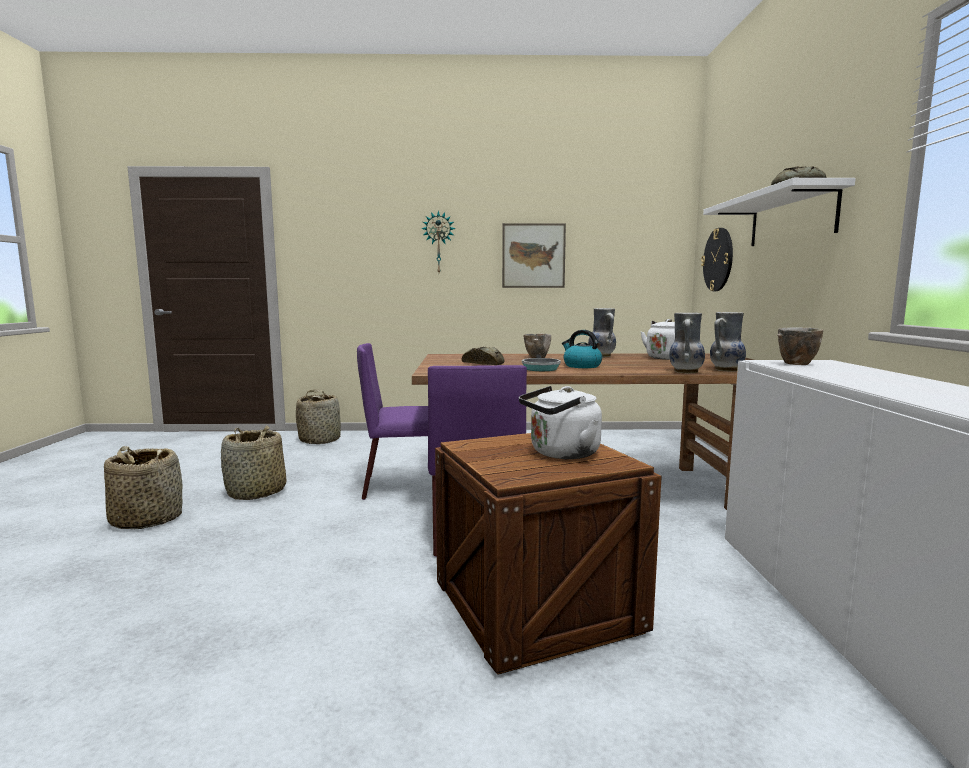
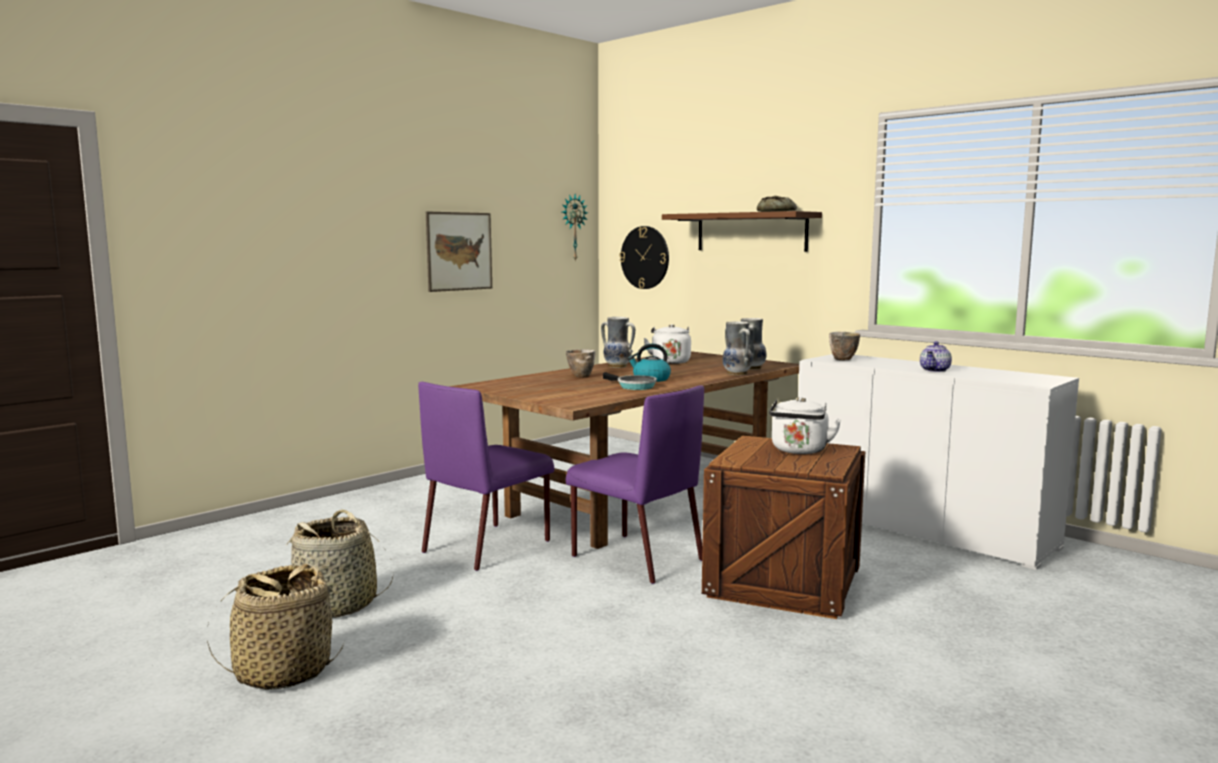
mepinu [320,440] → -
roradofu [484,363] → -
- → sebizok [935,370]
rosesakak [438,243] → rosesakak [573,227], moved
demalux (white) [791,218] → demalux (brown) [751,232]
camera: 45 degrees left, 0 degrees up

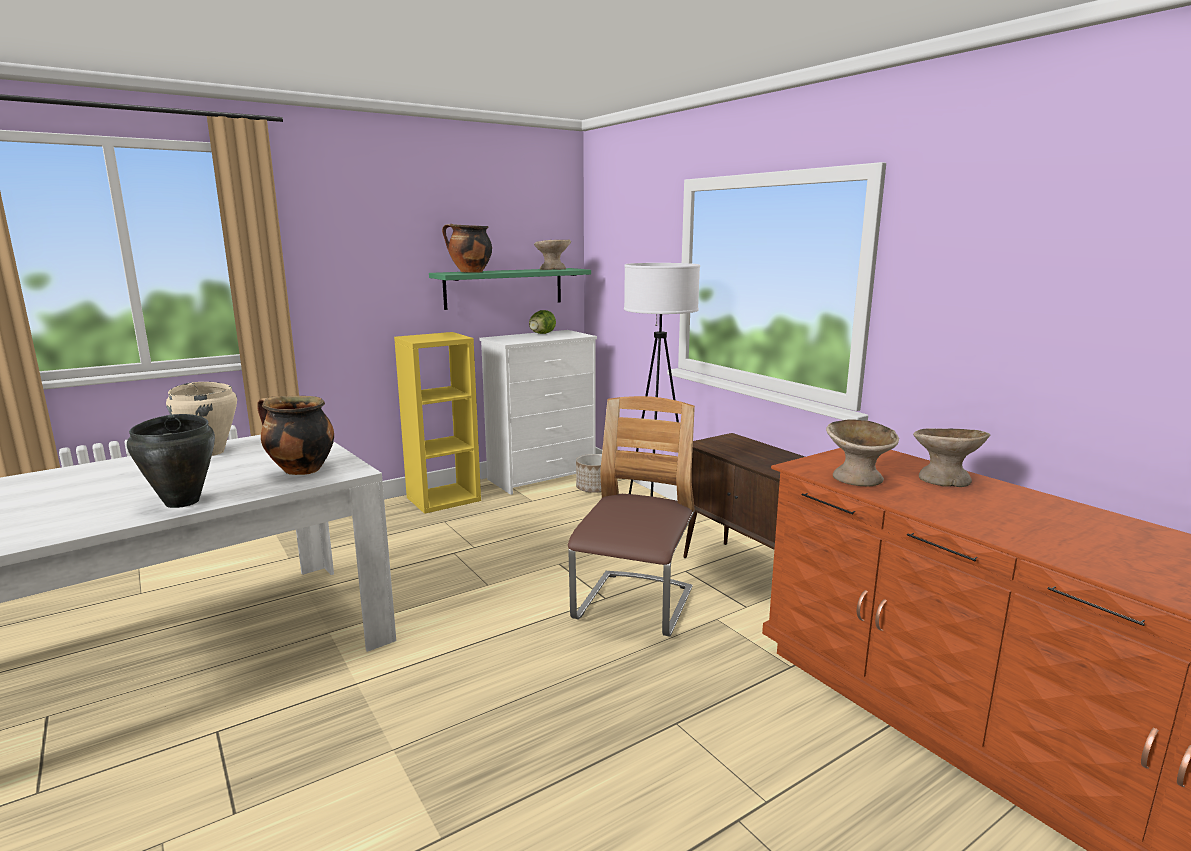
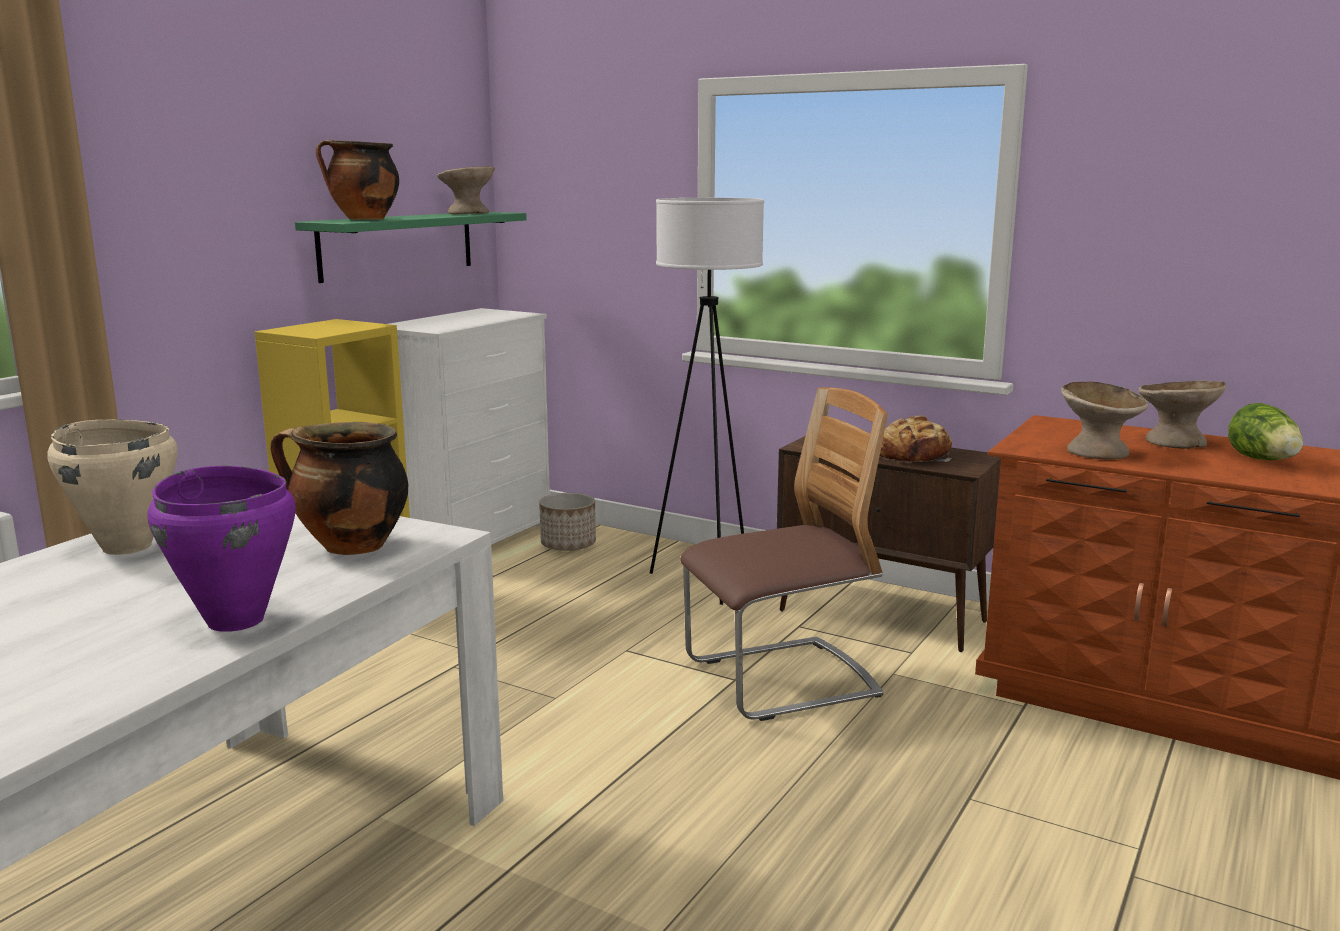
- → roradofu [914,456]
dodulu [541,334] → dodulu [1264,460], moved
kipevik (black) [183,502] → kipevik (purple) [236,620]
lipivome [634,606] → lipivome [781,680], 75 degrees clockwise
camera: 25 degrees left, 0 degrees up

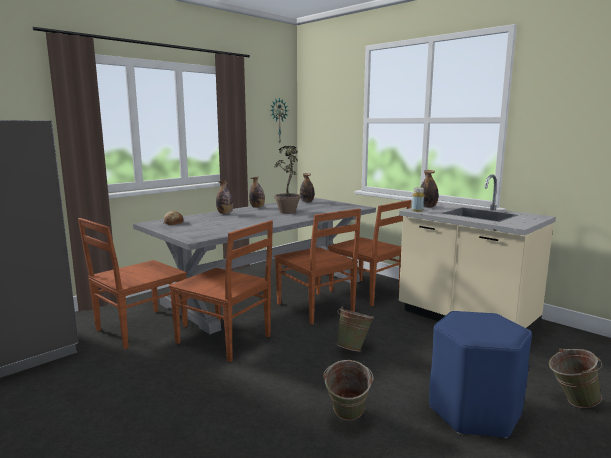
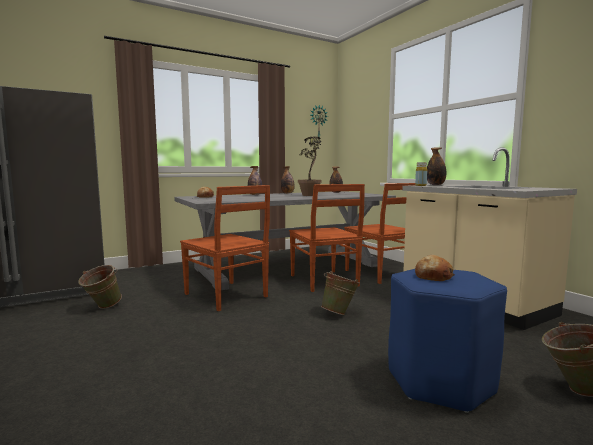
lipivome (brown) [139,329] → -
- → roradofu [433,276]
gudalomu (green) [347,419] → gudalomu (green) [102,307], moved
camera: 15 degrees right, 5 degrees down

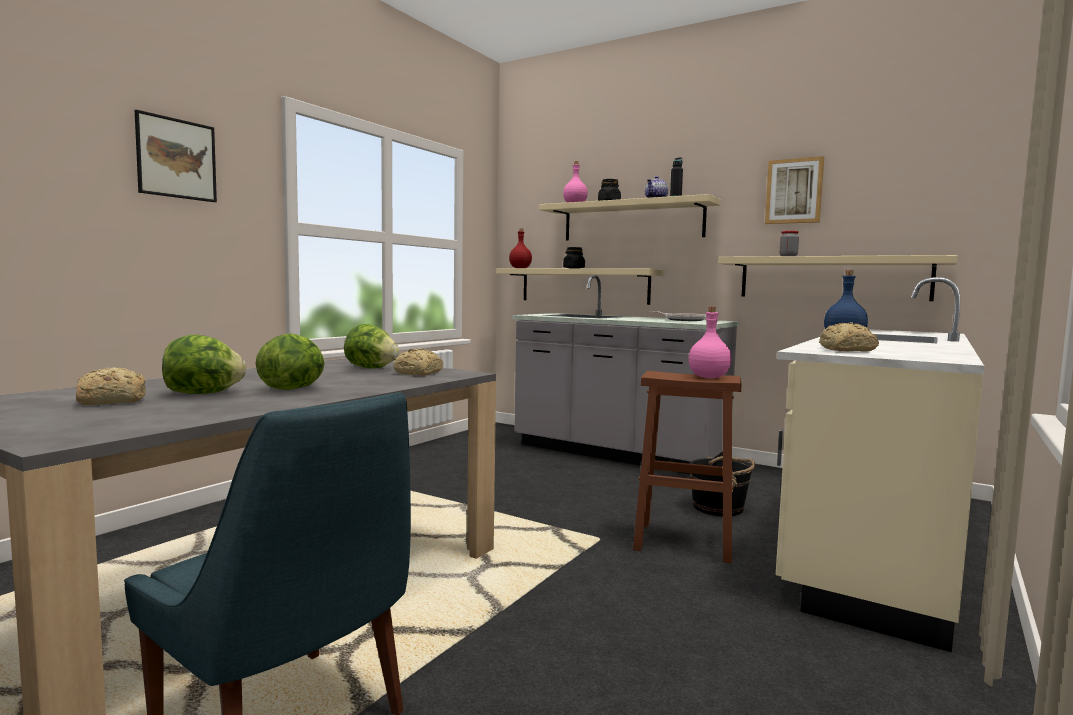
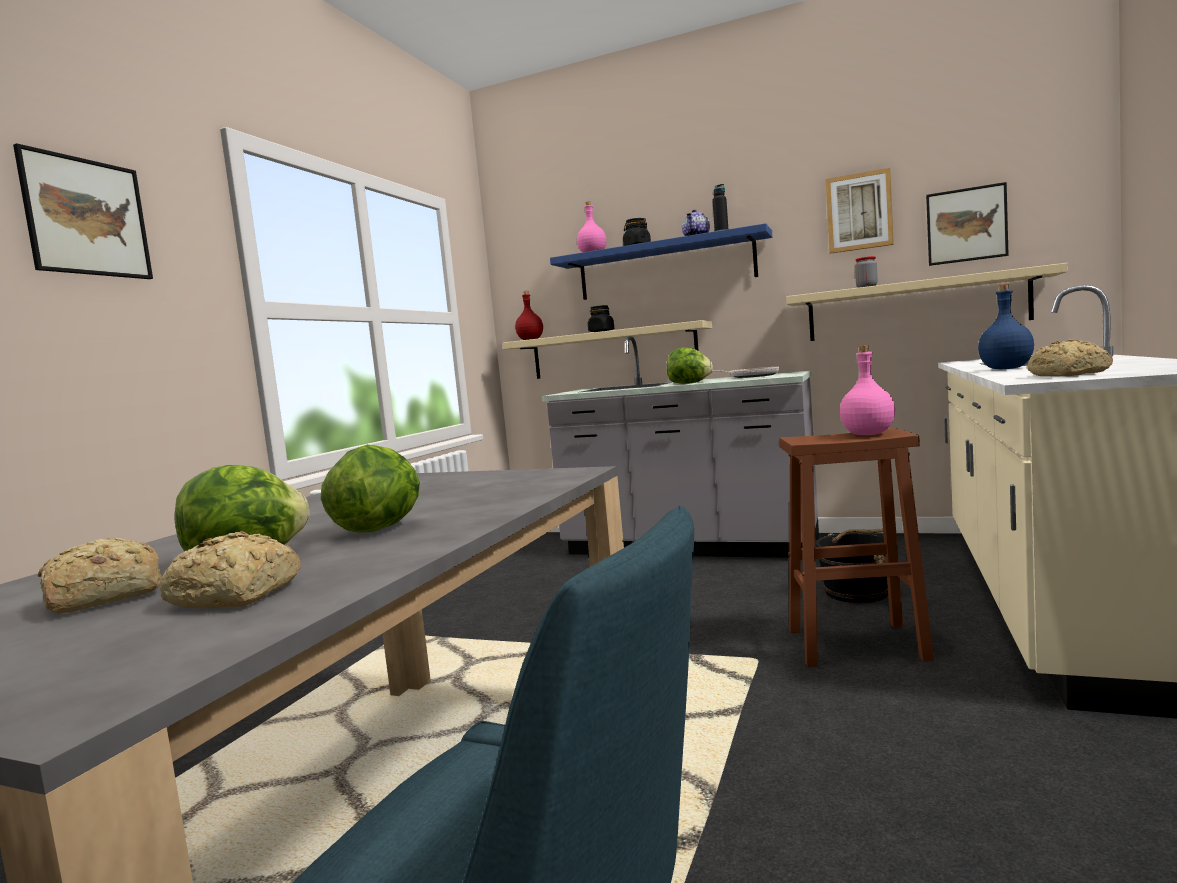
- → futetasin [966,225]
dodulu [371,368] → dodulu [689,383], moved
roradofu [419,373] → roradofu [237,596], moved
demalux (beige) [632,221] → demalux (blue) [665,267]
camera: 10 degrees left, 0 degrees up

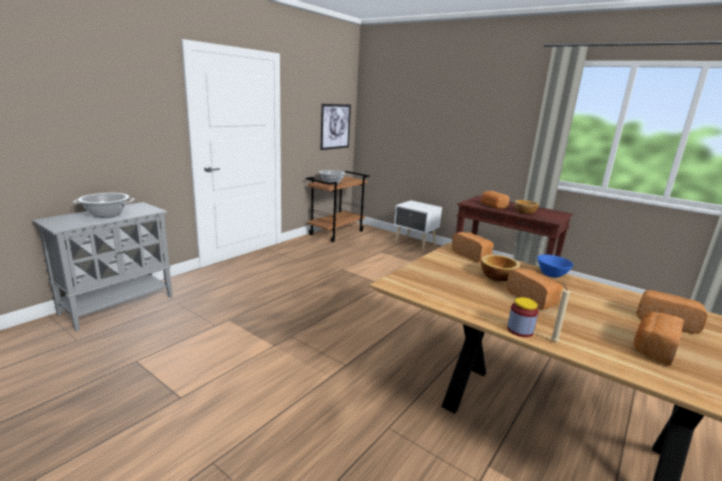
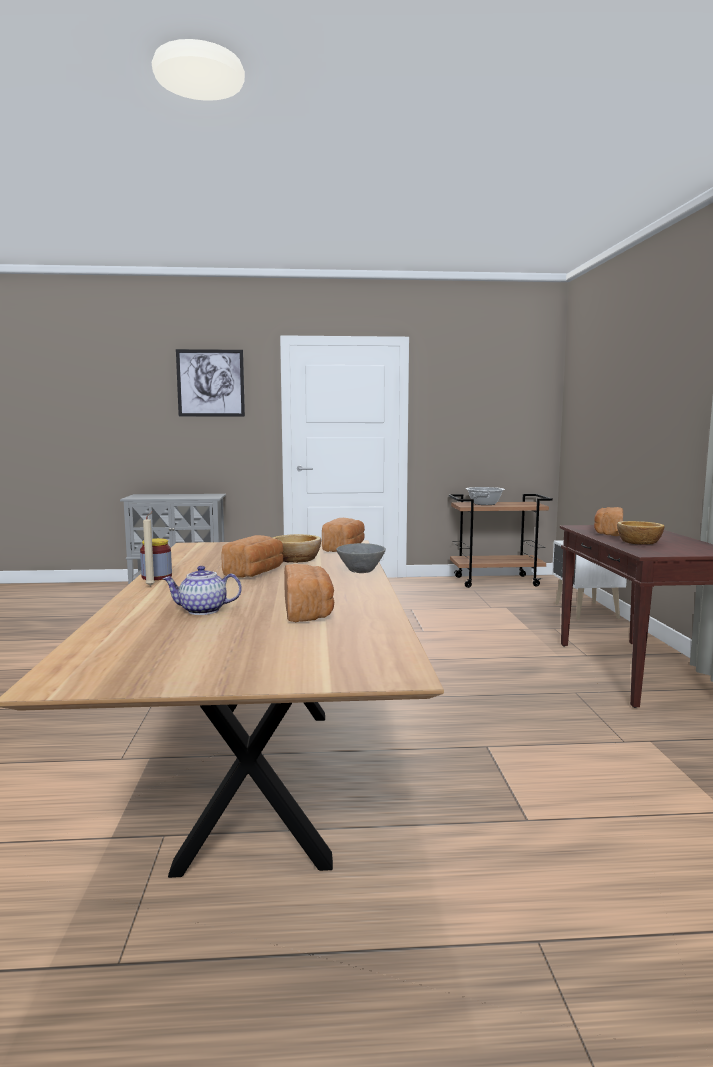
kipevik [106,214] → -
futetasin [335,126] → futetasin [210,383], moved
roradofu [653,348] → sebizok [202,611]
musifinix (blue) [551,275] → musifinix (grey) [359,571]
camera: 50 degrees right, 10 degrees down

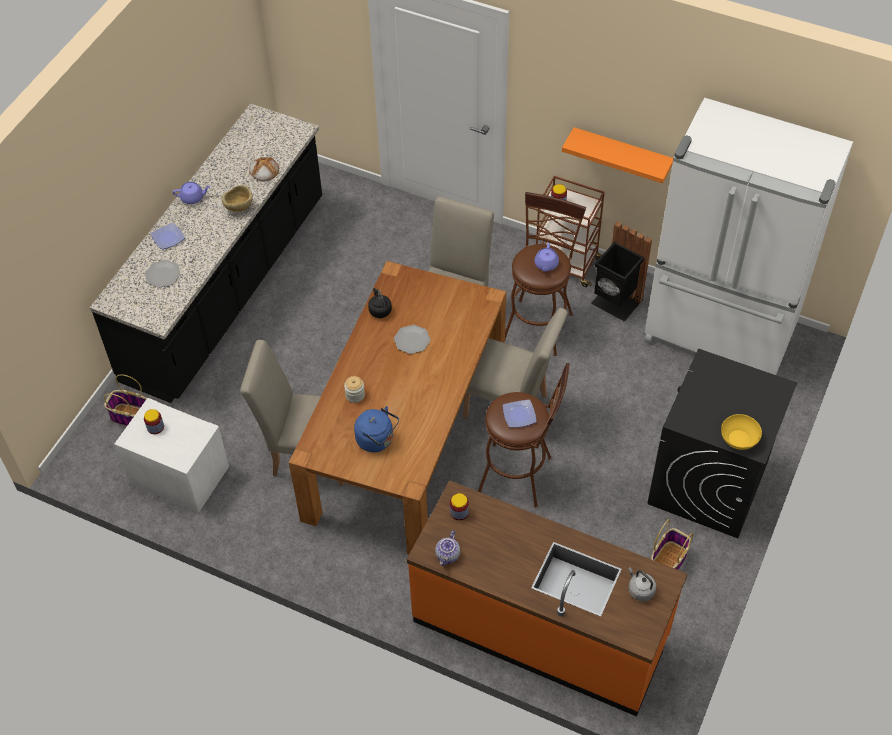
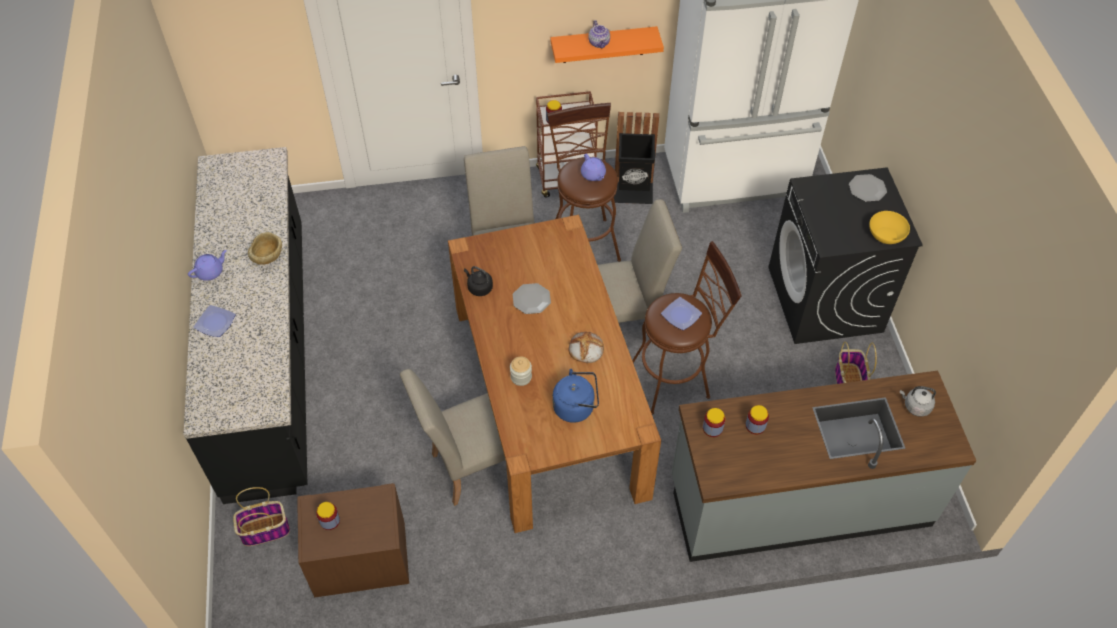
- → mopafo [755,425]
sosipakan [163,274] → sosipakan [867,189], moved
roradofu [264,171] → roradofu [585,349], moved
sebizok [448,555] → sebizok [599,43], moved
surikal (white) [178,474] → surikal (brown) [359,558]
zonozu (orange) [540,629] → zonozu (grey) [798,501]
camera: 35 degrees left, 0 degrees up

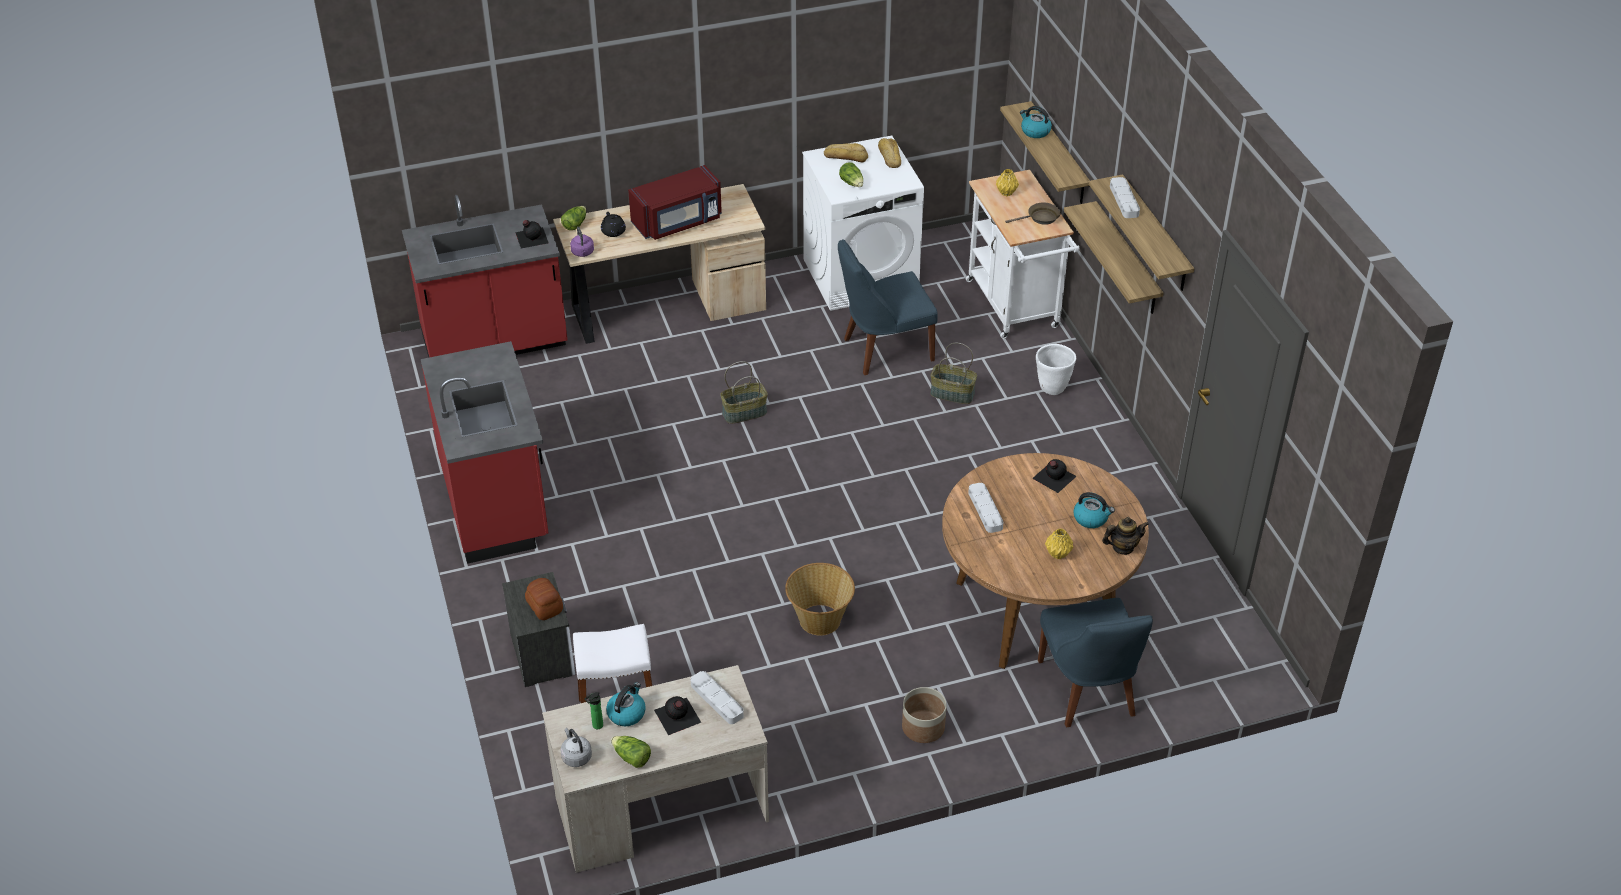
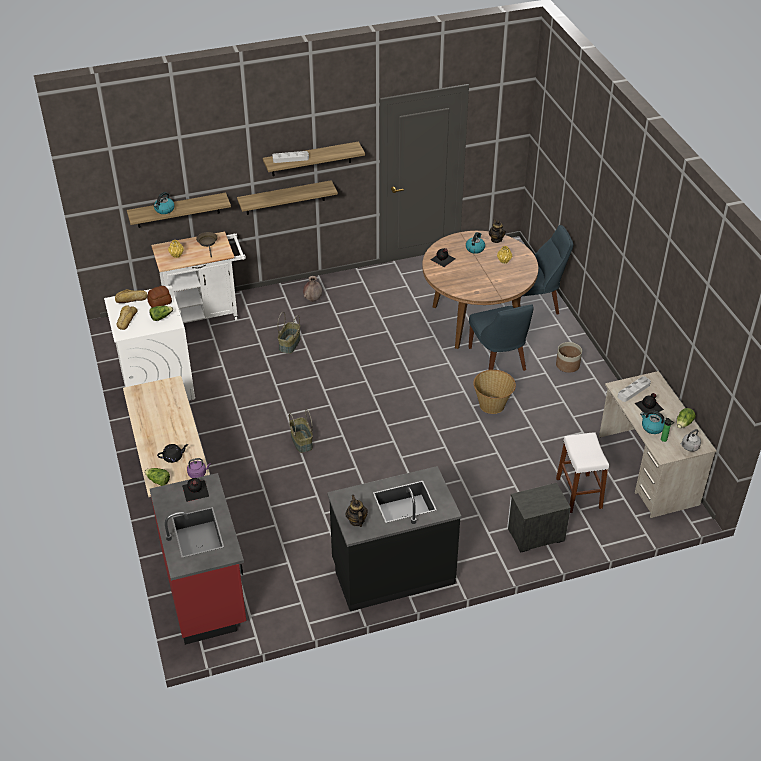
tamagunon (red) [678,222] → -
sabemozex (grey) [985,510] → -
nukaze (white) [1052,388] → -
- → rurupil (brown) [313,299]
- → sebizok [356,520]
roradofu [544,607] → roradofu [160,302], moved
lipivome (blue) [884,350] → lipivome (blue) [498,360], moved
zonozu (red) [496,503] → zonozu (black) [392,572]
camera: 90 degrees left, 0 degrees up

